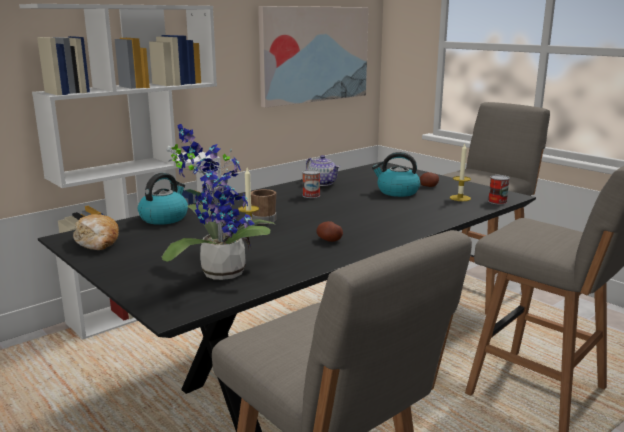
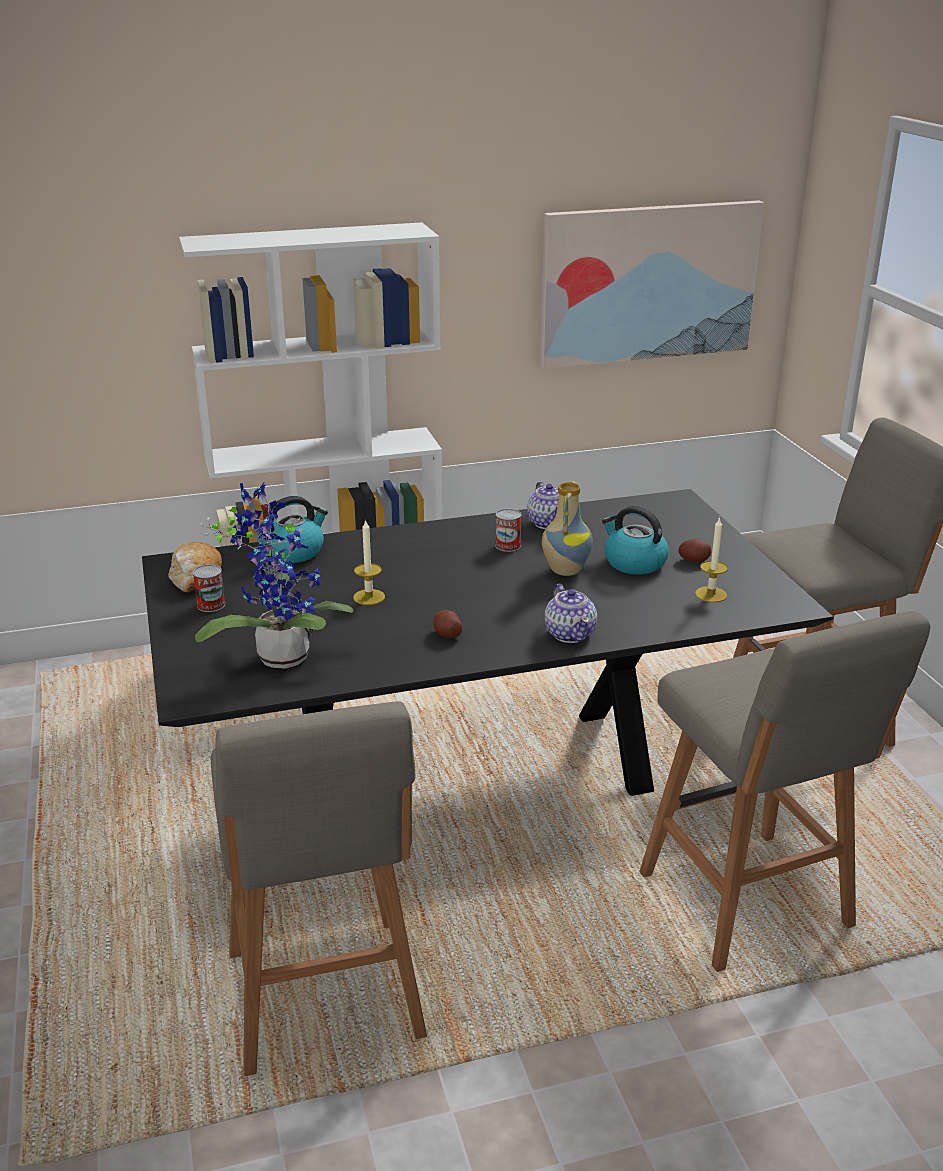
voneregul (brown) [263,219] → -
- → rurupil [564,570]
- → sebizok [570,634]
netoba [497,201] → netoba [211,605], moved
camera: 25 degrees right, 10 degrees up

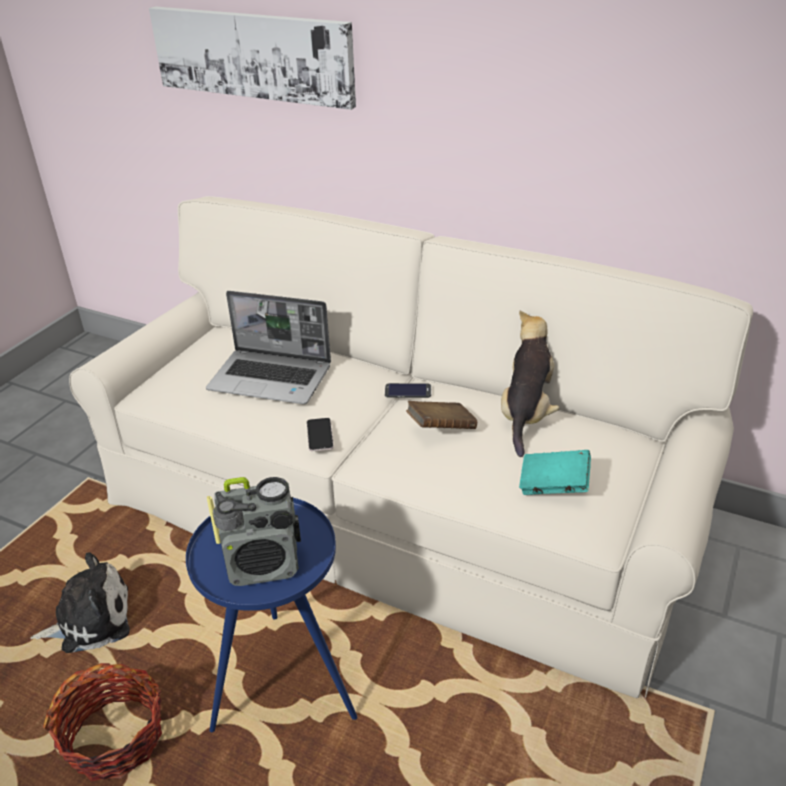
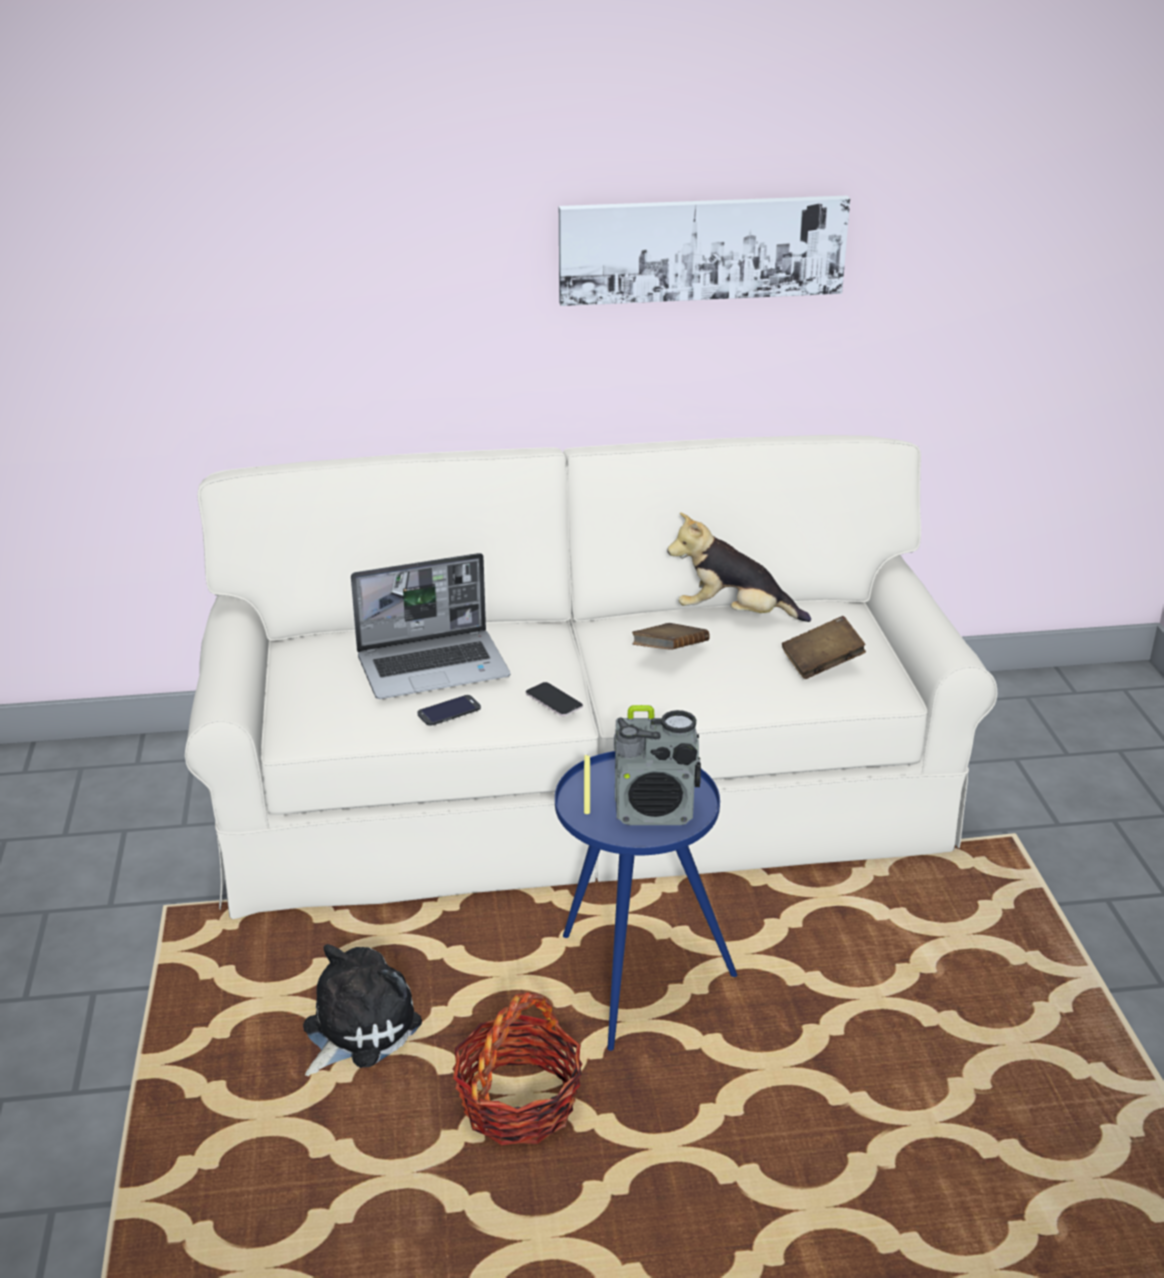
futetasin [253,55] → futetasin [702,248], moved
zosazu [408,391] → zosazu [449,711], moved
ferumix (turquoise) [553,486] → ferumix (brown) [822,663]
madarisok [264,565] → madarisok [655,811], 45 degrees clockwise
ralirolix [526,414] → ralirolix [733,615], 60 degrees counterclockwise
camera: 35 degrees left, 5 degrees down

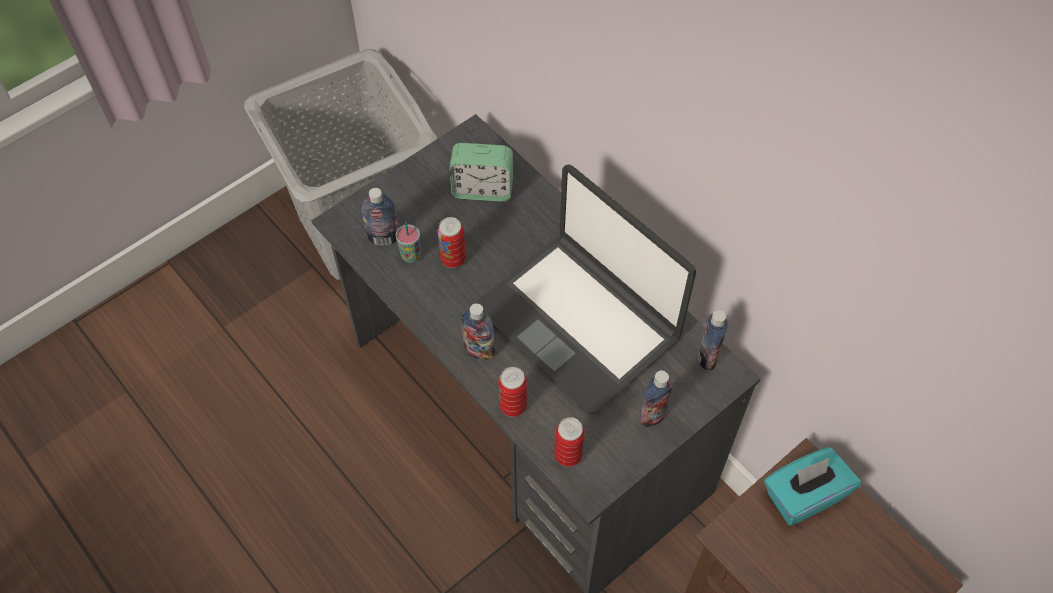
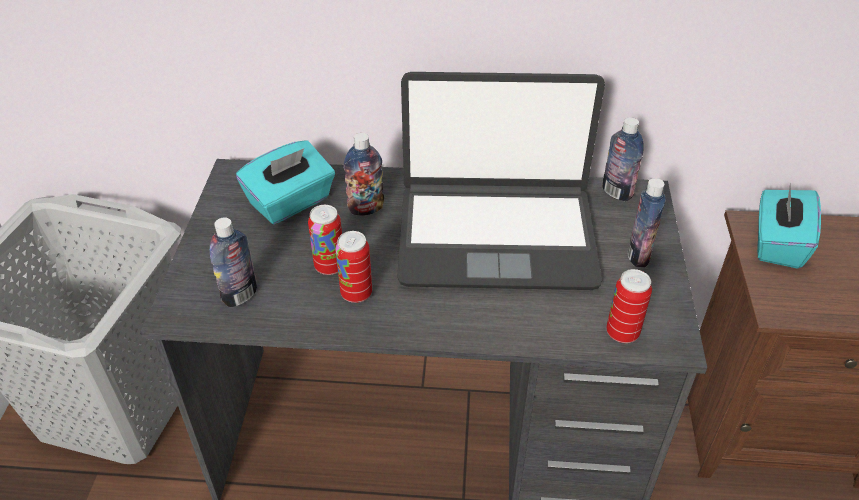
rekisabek [411,256] → -
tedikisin [479,350] → tedikisin [366,208], moved
netoba [513,406] → netoba [356,293], moved
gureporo [482,189] → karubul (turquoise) [291,202]
camera: 45 degrees left, 15 degrees down

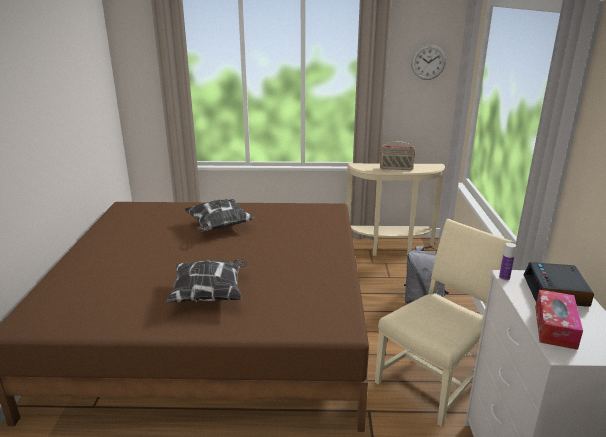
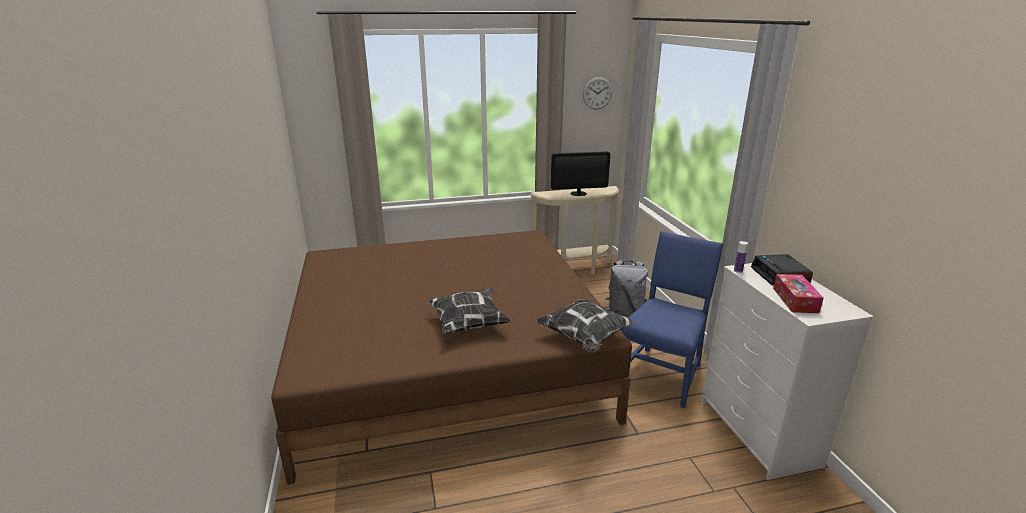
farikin [219,227] → farikin [585,338], moved
madarisok [396,169] → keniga [578,193]
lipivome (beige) [434,380] → lipivome (blue) [662,373]
camera: 15 degrees left, 0 degrees up

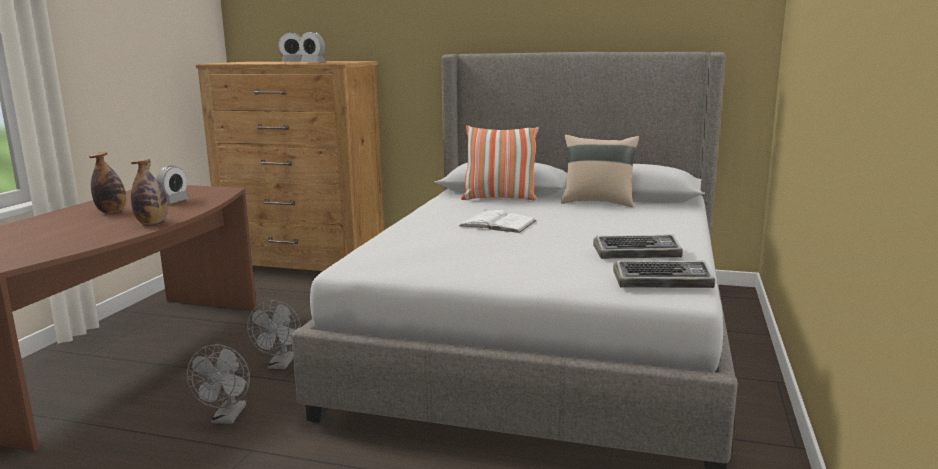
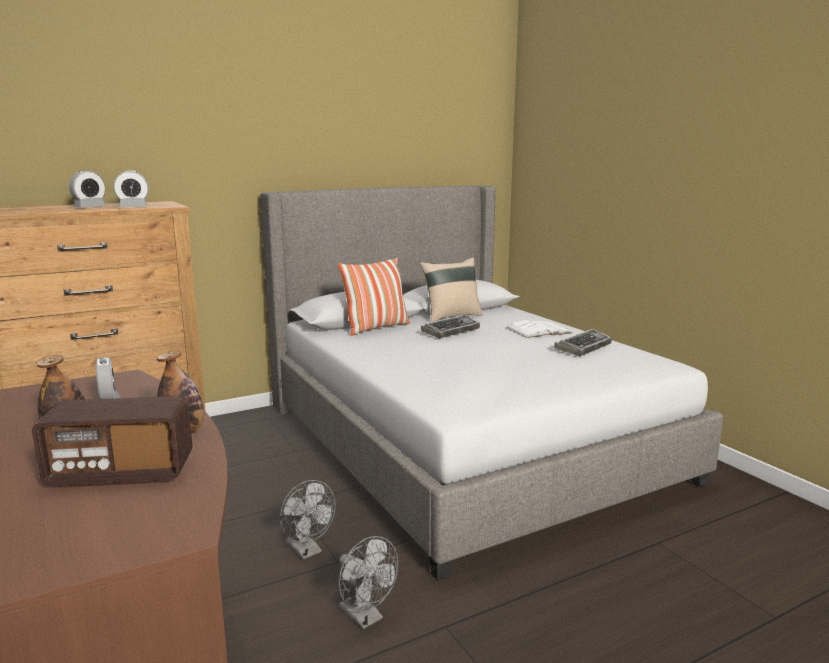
- → madarisok [121,473]
ferumix (white) [498,223] → ferumix (white) [539,330], moved
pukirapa [663,281] → pukirapa [451,331], moved
camera: 45 degrees left, 0 degrees up

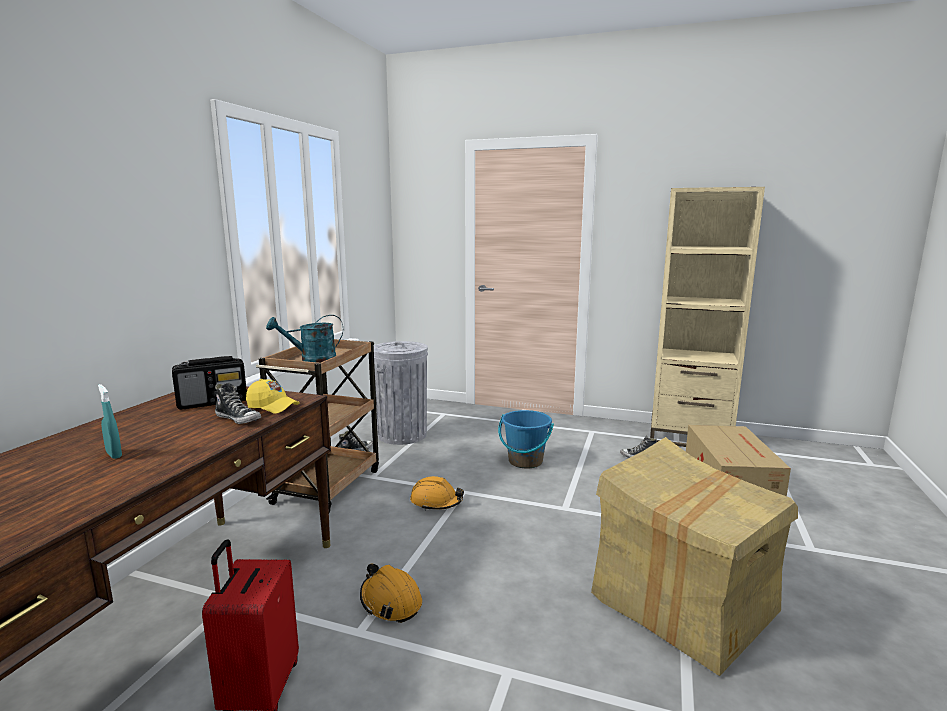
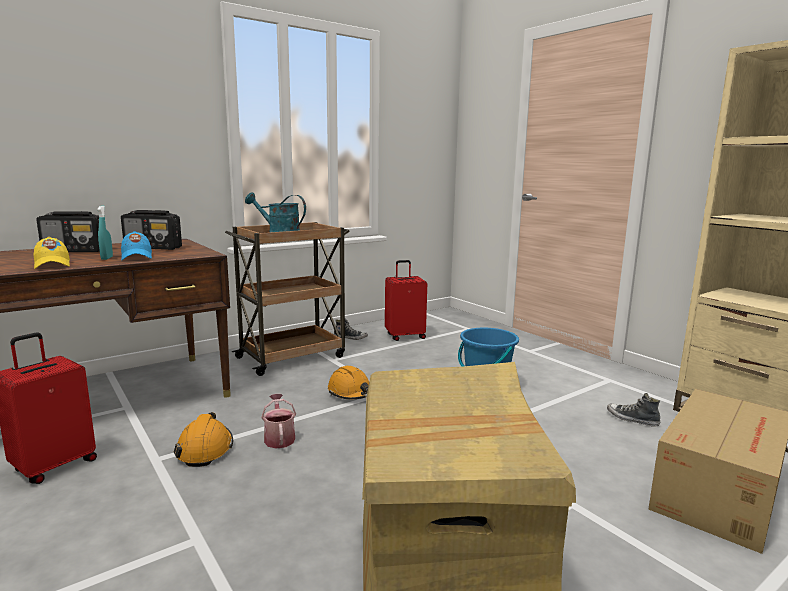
- → madarisok [75,251]
- → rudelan [279,438]
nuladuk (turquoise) [114,454] → nuladuk (turquoise) [107,258], moved
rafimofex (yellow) [272,407] → rafimofex (yellow) [52,265], moved
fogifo [239,419] → rafimofex (blue) [137,257]
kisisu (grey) [402,435] → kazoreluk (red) [405,336]
camera: 35 degrees right, 0 degrees up

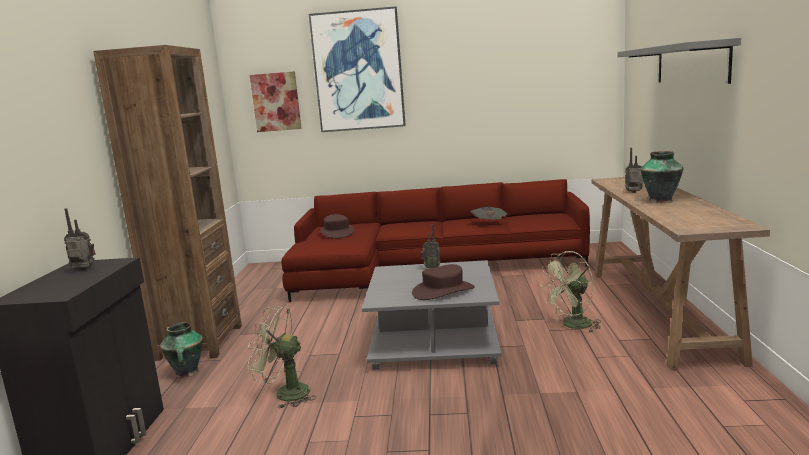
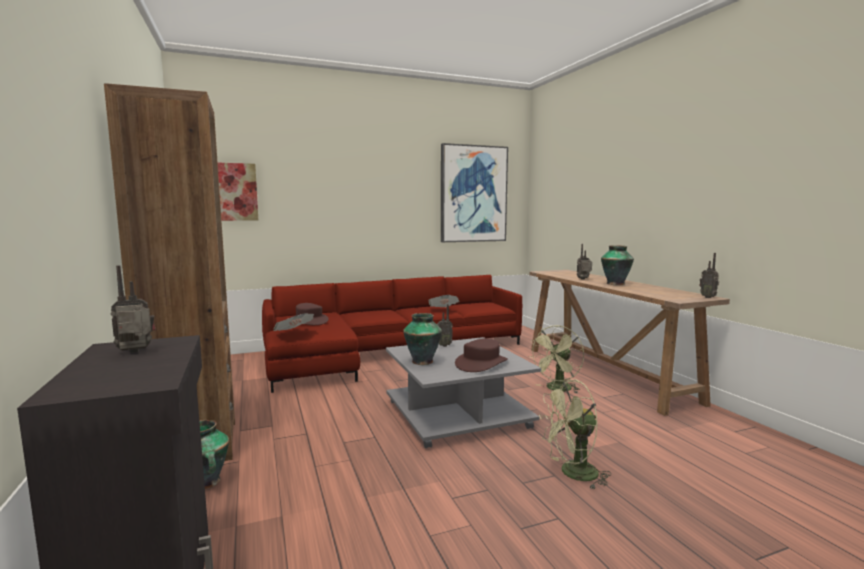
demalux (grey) [691,63] → -
- → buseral [294,333]
- → rurupil [422,361]
- → madarisok [708,297]
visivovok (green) [284,394] → visivovok (green) [572,474], moved
futetasin [358,71] → futetasin [473,194], moved
camera: 25 degrees left, 5 degrees down

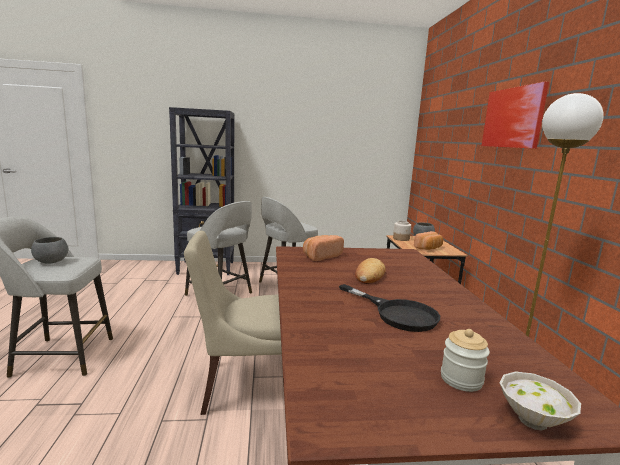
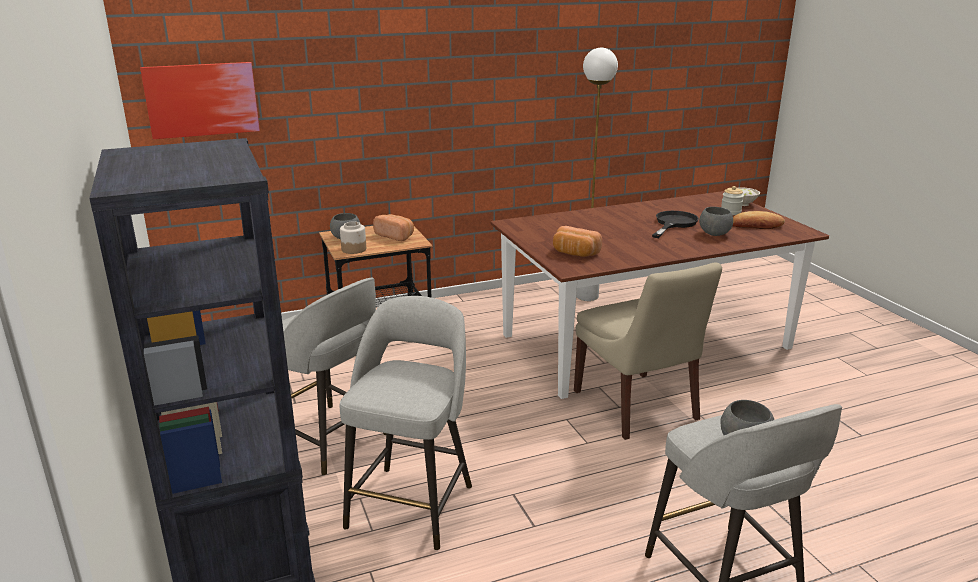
- → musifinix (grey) [714,234]
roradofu [369,275] → roradofu [756,225], moved
futetasin [513,118] → futetasin [202,99], moved
camera: 105 degrees left, 10 degrees up

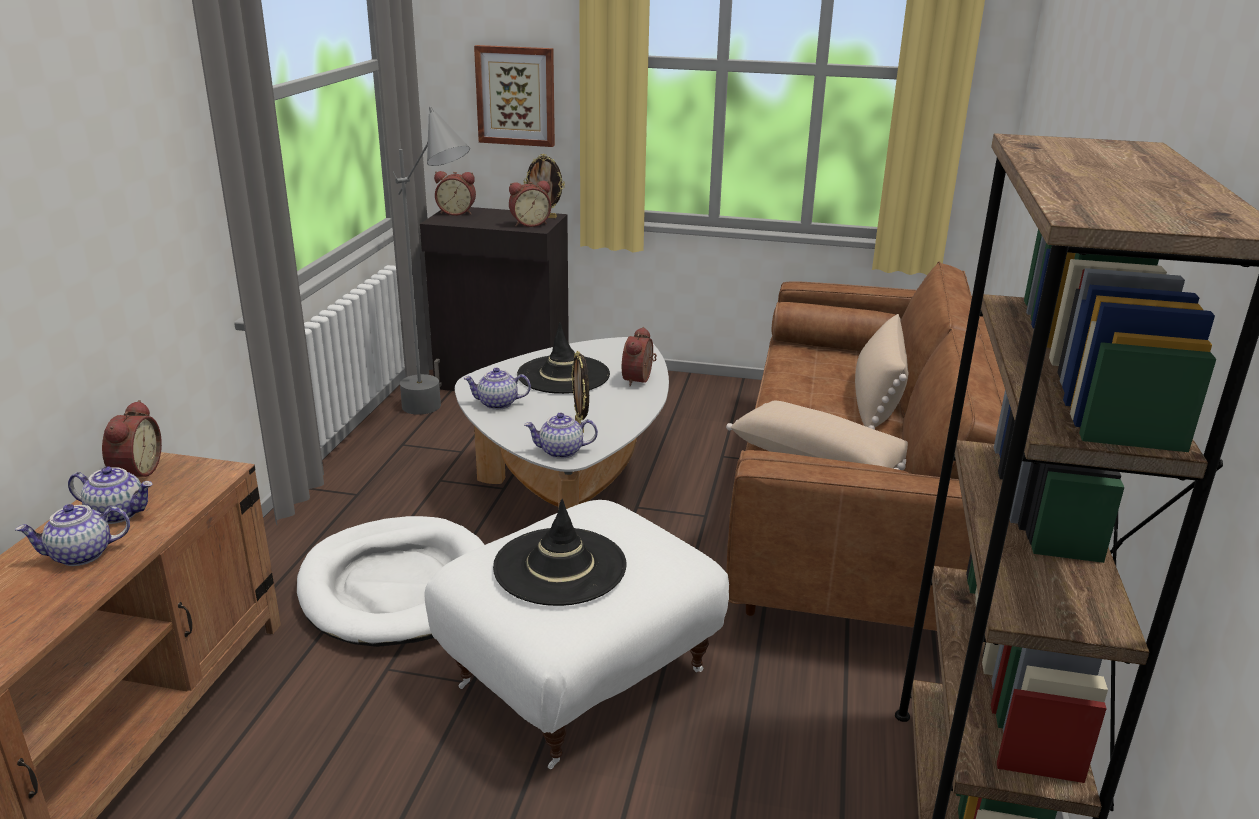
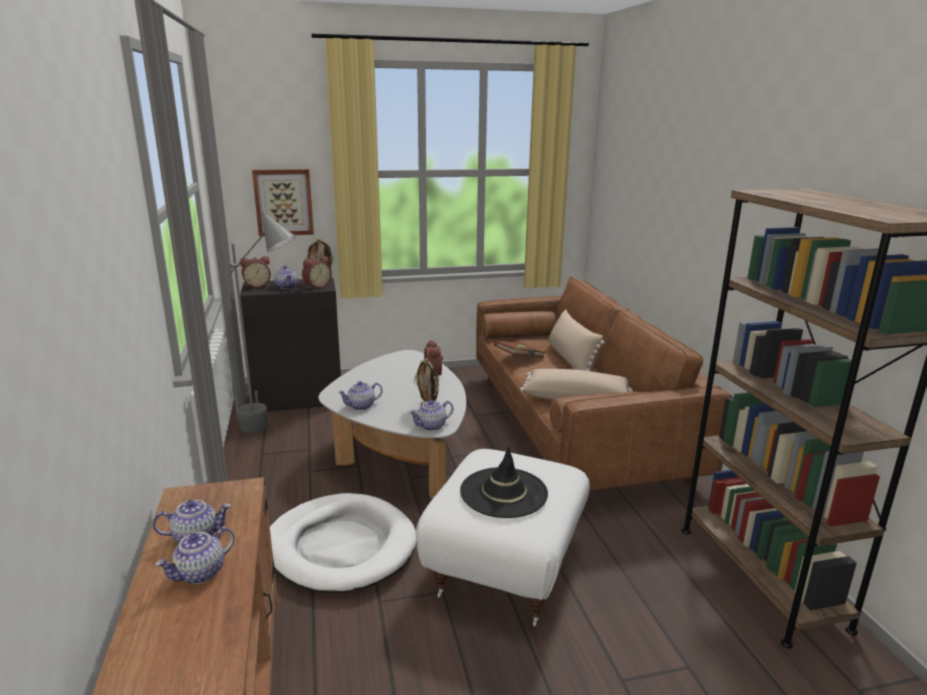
gureporo [134,472] → -
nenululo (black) [563,375] → -
- → sebizok [287,287]
- → ferumix (brown) [520,358]
camera: 25 degrees left, 5 degrees down

